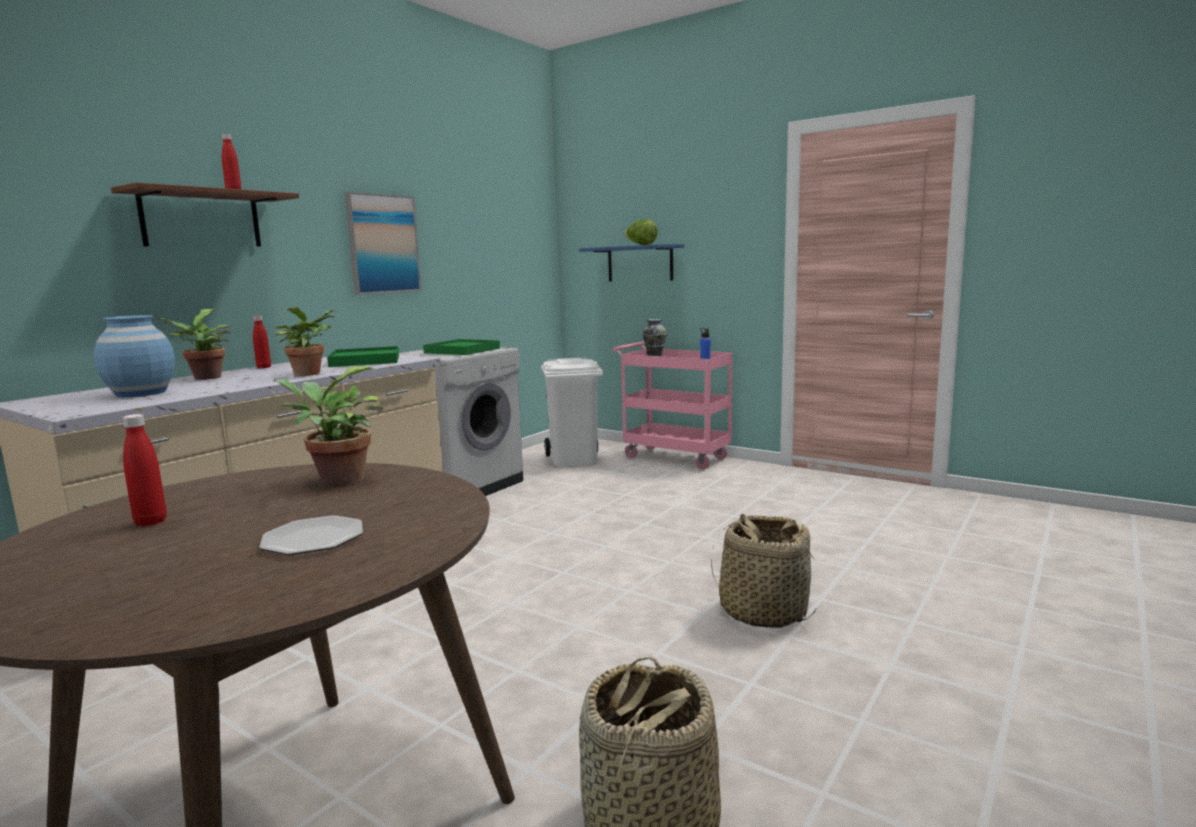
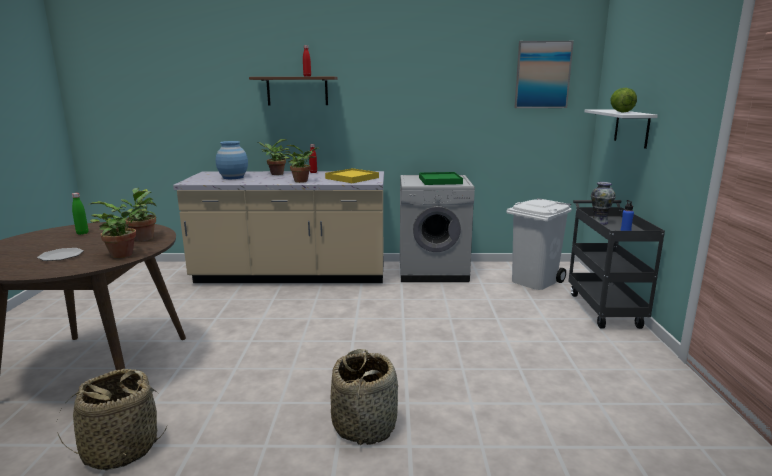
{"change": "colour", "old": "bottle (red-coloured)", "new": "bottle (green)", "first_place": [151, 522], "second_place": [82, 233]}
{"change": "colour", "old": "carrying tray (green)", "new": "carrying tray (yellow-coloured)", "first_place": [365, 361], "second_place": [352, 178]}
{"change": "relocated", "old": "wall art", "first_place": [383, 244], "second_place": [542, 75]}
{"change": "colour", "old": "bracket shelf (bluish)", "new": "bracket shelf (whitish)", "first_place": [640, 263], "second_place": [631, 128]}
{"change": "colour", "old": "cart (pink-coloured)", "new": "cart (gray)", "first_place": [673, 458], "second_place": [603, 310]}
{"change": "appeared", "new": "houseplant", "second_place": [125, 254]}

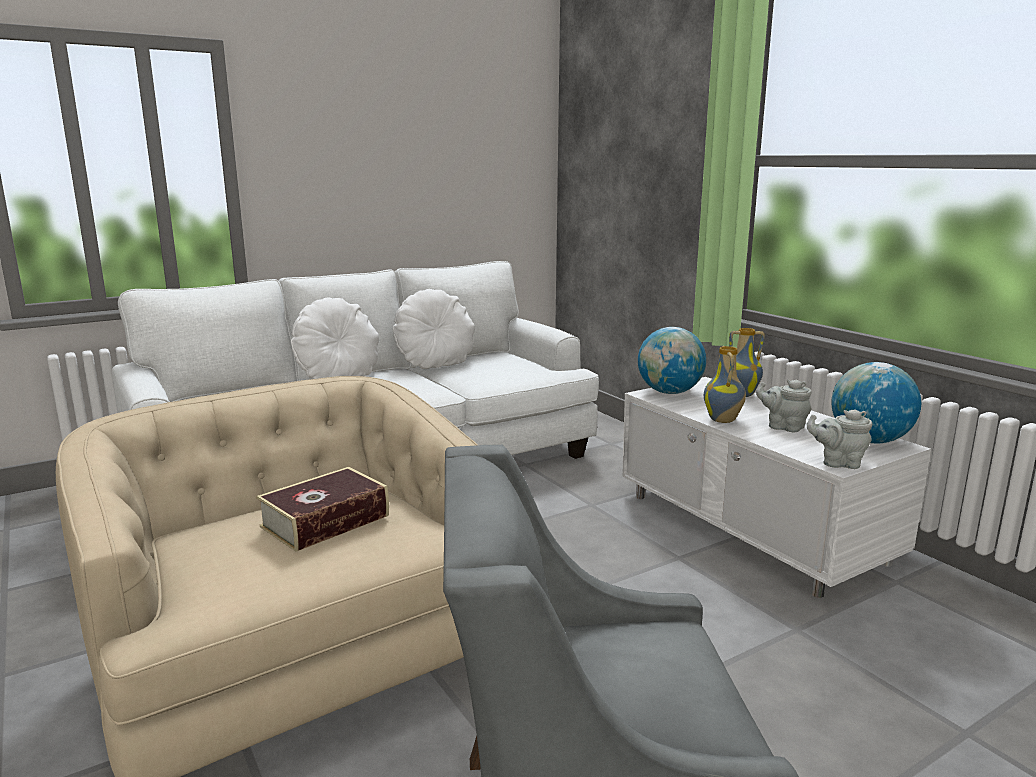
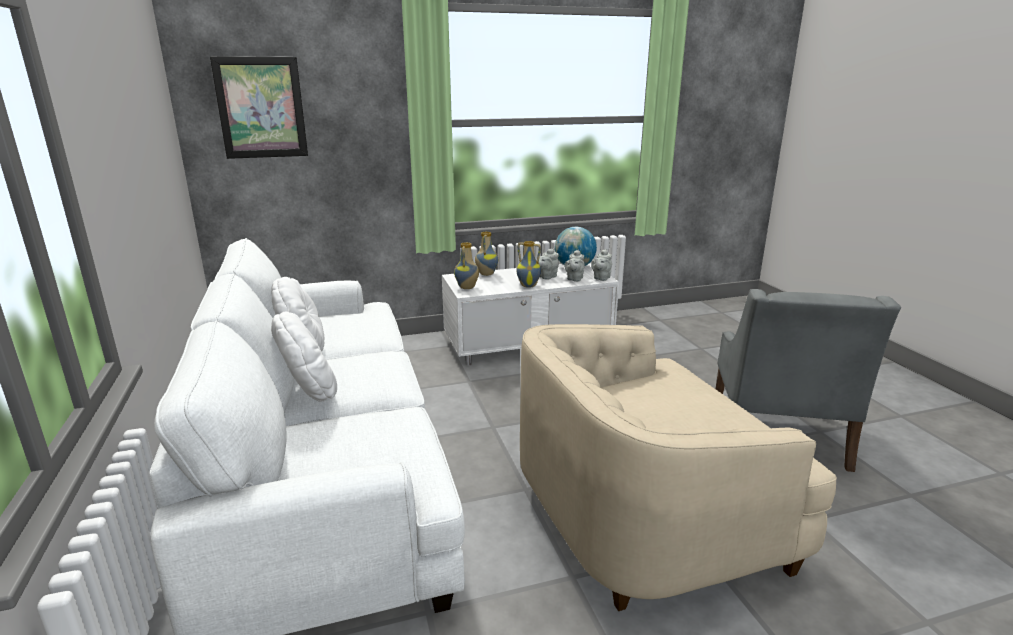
{"change": "missing", "old": "book", "first_place": [325, 521]}
{"change": "exchanged", "old": "globe", "new": "flower vase", "first_place": [669, 392], "second_place": [467, 287]}
{"change": "appeared", "new": "wall art", "second_place": [261, 108]}
{"change": "appeared", "new": "teapot (gray)", "second_place": [574, 279]}

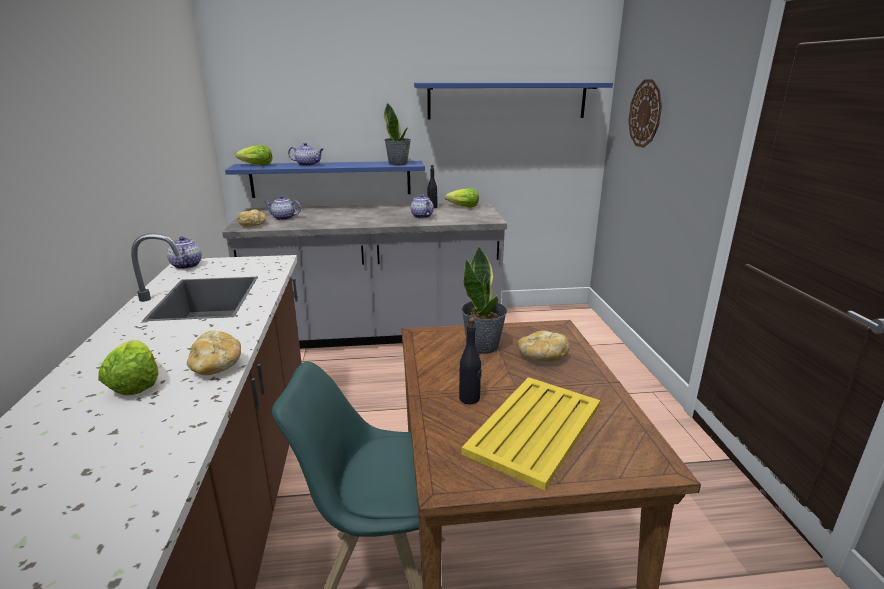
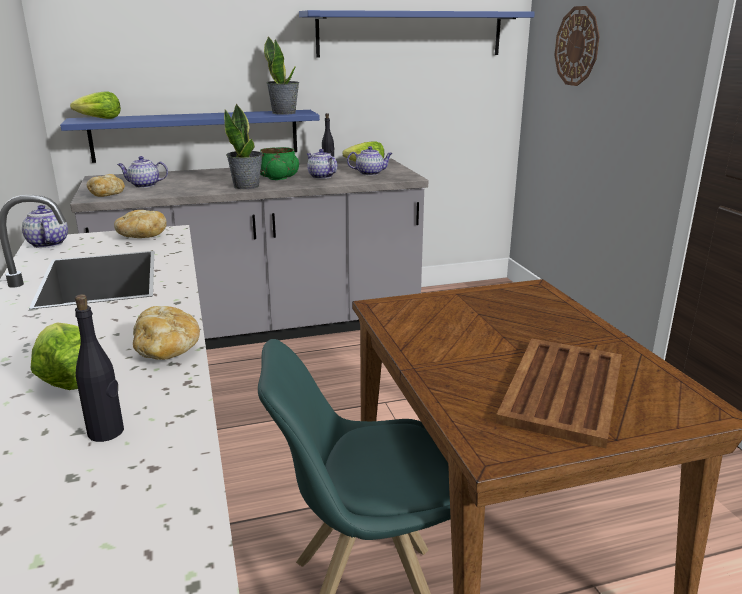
{"change": "relocated", "old": "teapot", "first_place": [308, 165], "second_place": [370, 173]}
{"change": "relocated", "old": "bottle (black-coloured)", "first_place": [469, 399], "second_place": [106, 432]}
{"change": "relocated", "old": "houseplant", "first_place": [483, 346], "second_place": [247, 186]}
{"change": "colour", "old": "carrying tray (yellow-coloured)", "new": "carrying tray (brown-coloured)", "first_place": [533, 429], "second_place": [562, 391]}
{"change": "relocated", "old": "bakery bread", "first_place": [541, 357], "second_place": [141, 236]}
{"change": "appeared", "new": "bowl (green)", "second_place": [278, 178]}

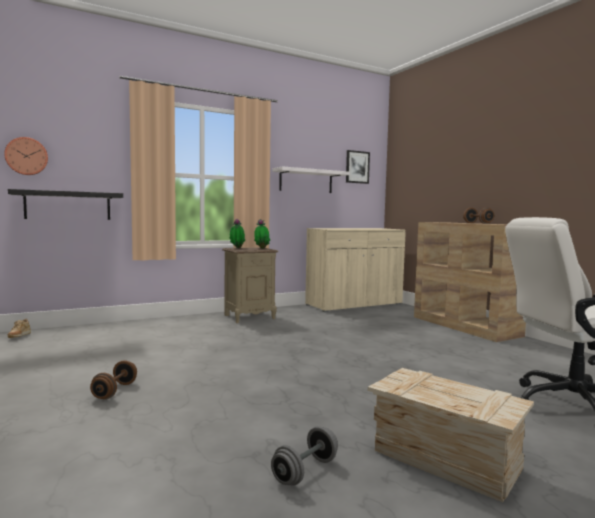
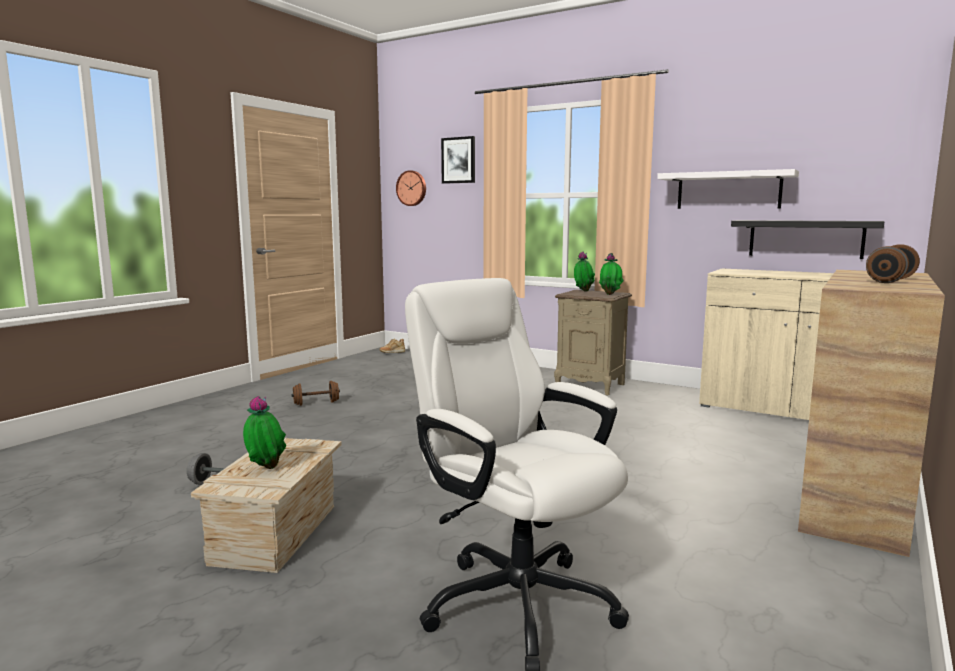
{"change": "relocated", "old": "bracket shelf (black-coloured)", "first_place": [68, 205], "second_place": [805, 239]}
{"change": "relocated", "old": "wall art", "first_place": [357, 167], "second_place": [458, 160]}
{"change": "appeared", "new": "houseplant", "second_place": [265, 469]}

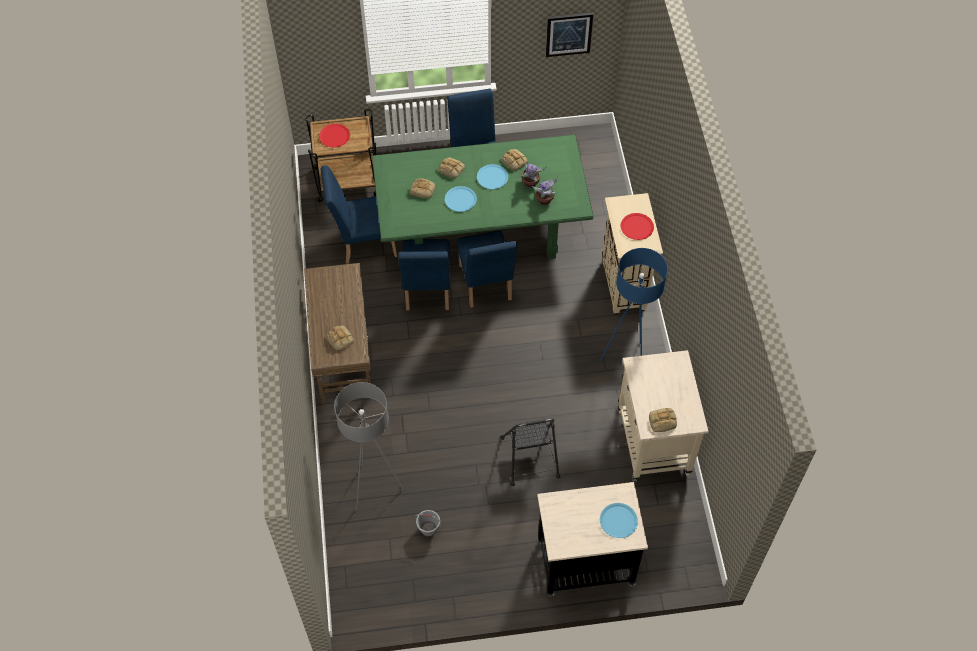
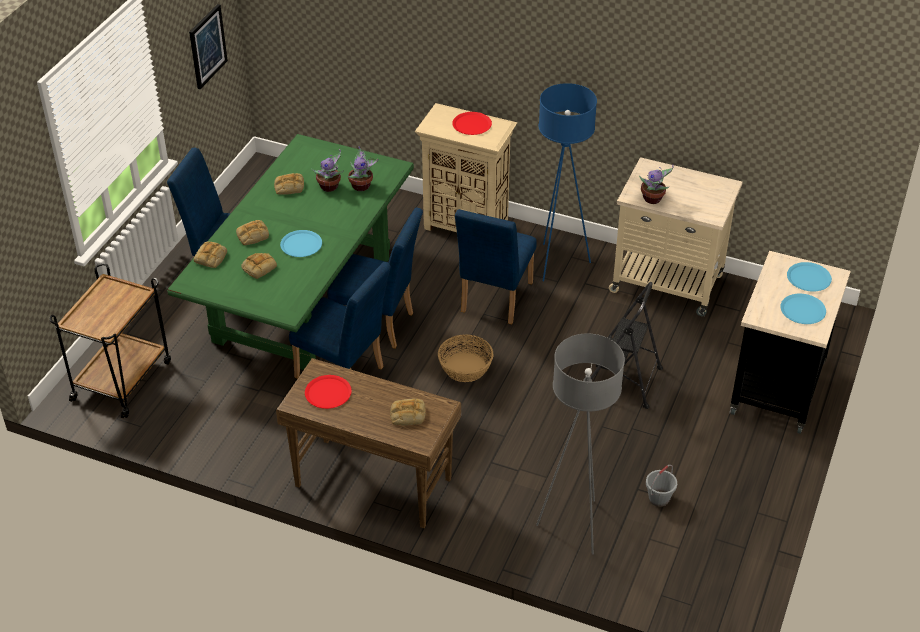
{"change": "relocated", "old": "plate (red-coloured)", "first_place": [334, 136], "second_place": [328, 392]}
{"change": "relocated", "old": "upright chair (bluish)", "first_place": [363, 243], "second_place": [494, 301]}
{"change": "relocated", "old": "plate (bluish)", "first_place": [492, 177], "second_place": [803, 310]}
{"change": "relocated", "old": "bakery bread", "first_place": [662, 422], "second_place": [211, 258]}
{"change": "appeared", "new": "storage basket", "second_place": [465, 368]}
{"change": "appeared", "new": "houseplant", "second_place": [653, 199]}

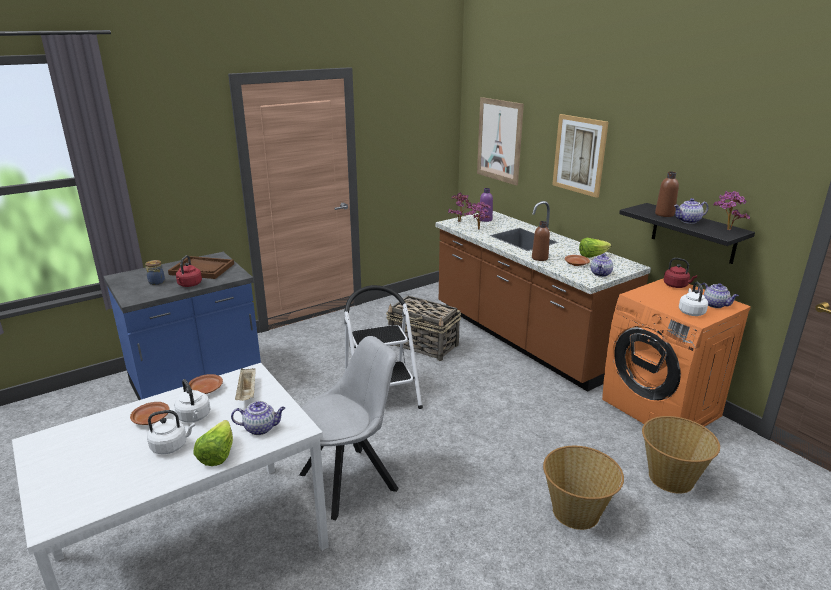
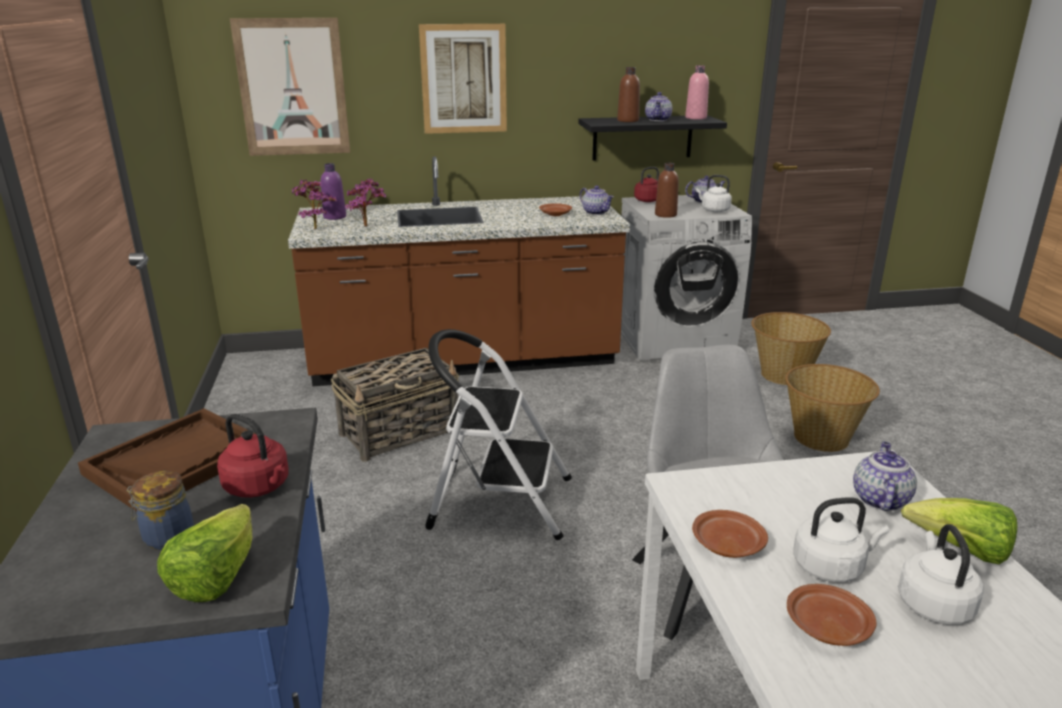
{"change": "missing", "old": "carrying tray (beige-coloured)", "first_place": [247, 392]}
{"change": "relocated", "old": "bottle (brown-coloured)", "first_place": [539, 258], "second_place": [665, 215]}
{"change": "relocated", "old": "lettuce", "first_place": [592, 256], "second_place": [216, 577]}
{"change": "colour", "old": "washing machine (orangey)", "new": "washing machine (whitish)", "first_place": [660, 410], "second_place": [674, 342]}
{"change": "exchanged", "old": "houseplant", "new": "bottle (pink-coloured)", "first_place": [726, 230], "second_place": [696, 118]}

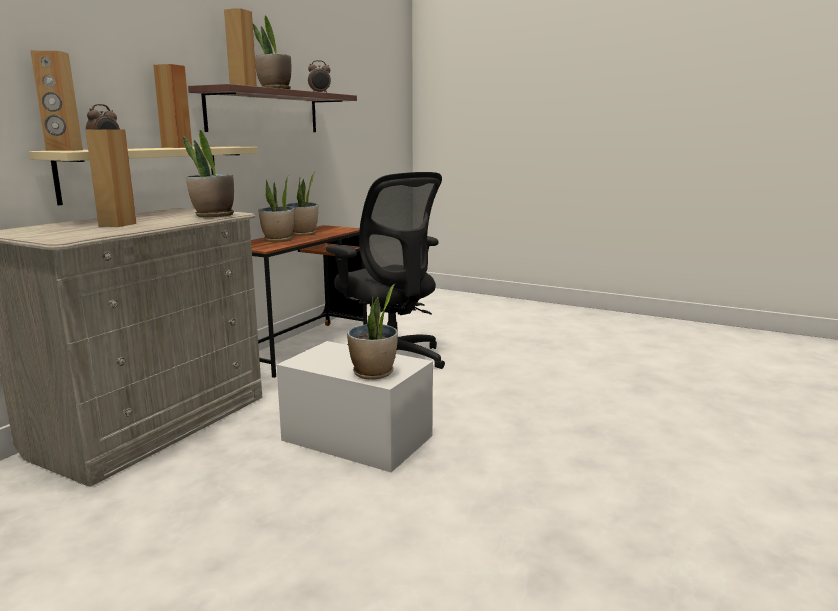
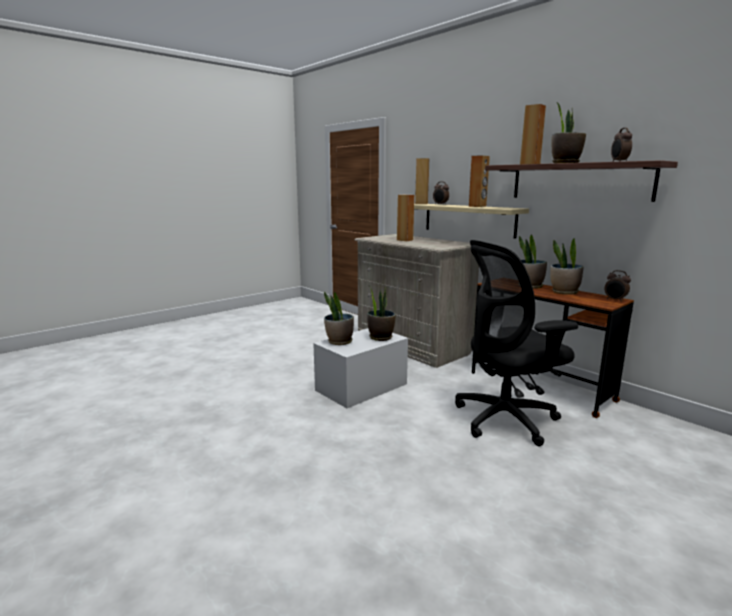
{"change": "relocated", "old": "houseplant", "first_place": [213, 216], "second_place": [380, 337]}
{"change": "appeared", "new": "bedside clock", "second_place": [615, 300]}

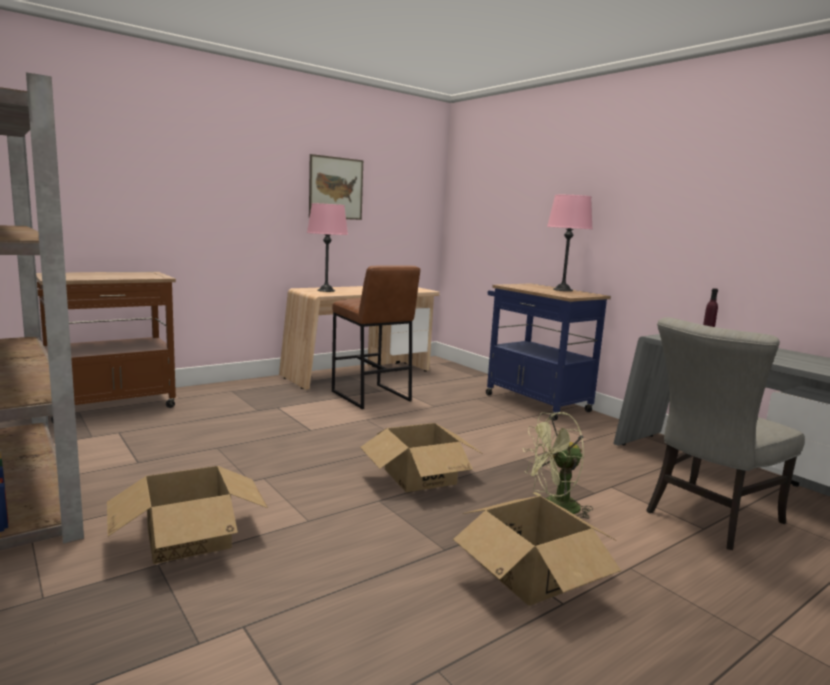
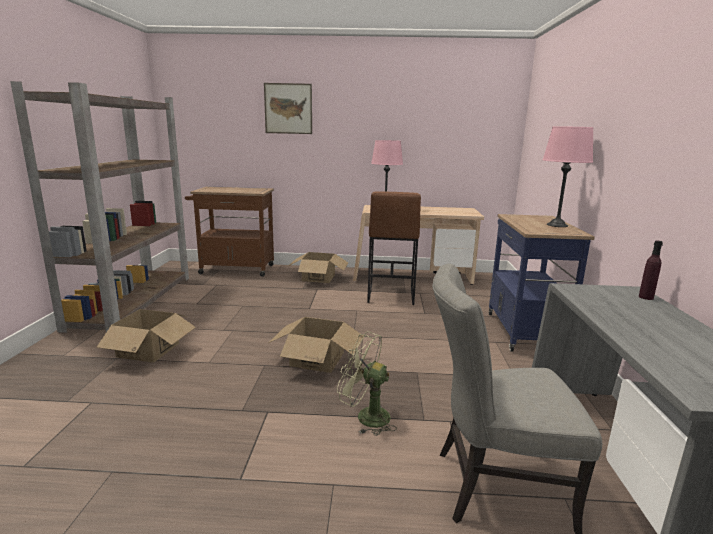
{"change": "relocated", "old": "wall art", "first_place": [336, 188], "second_place": [288, 108]}
{"change": "relocated", "old": "packing box", "first_place": [531, 574], "second_place": [318, 277]}

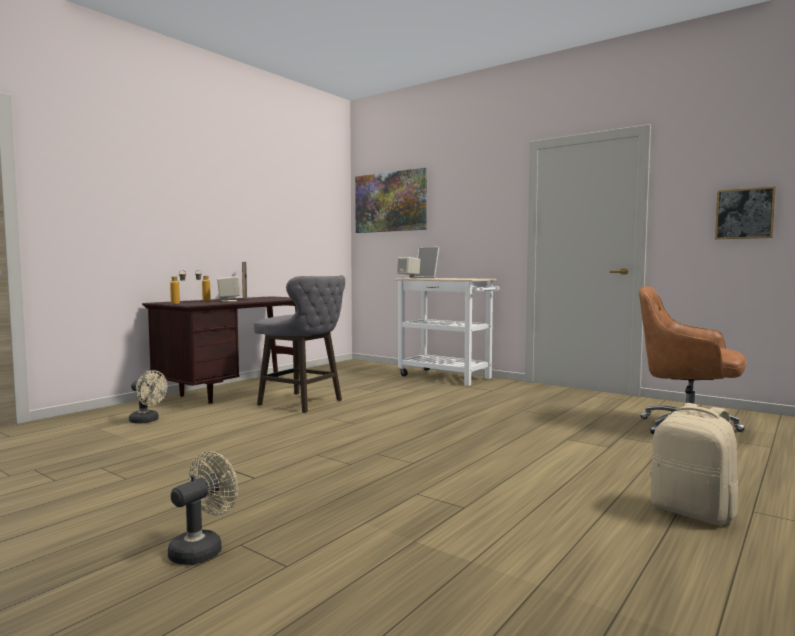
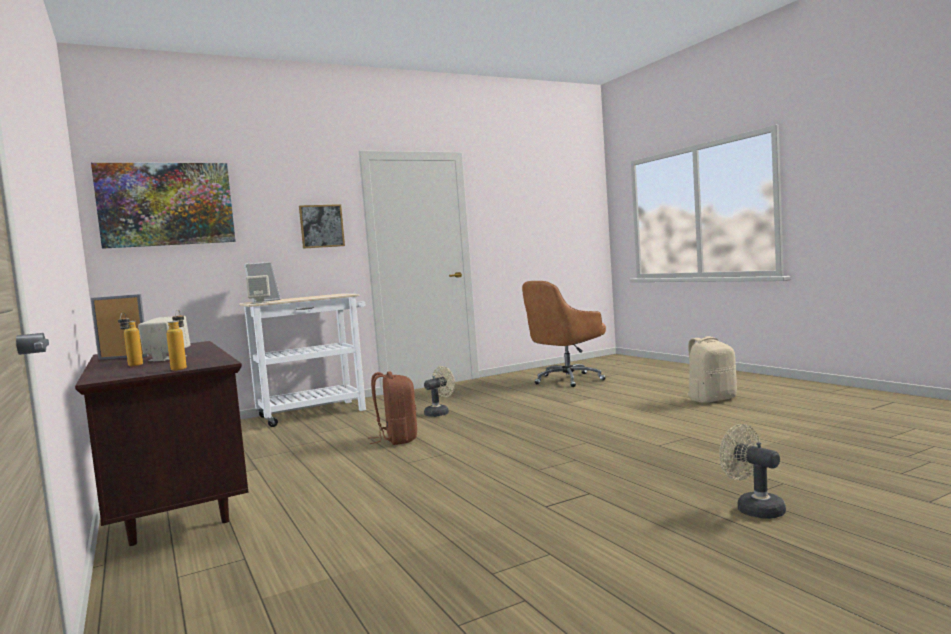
{"change": "relocated", "old": "fan (beige-coloured)", "first_place": [147, 421], "second_place": [440, 413]}
{"change": "missing", "old": "stool (gray)", "first_place": [303, 403]}
{"change": "relocated", "old": "wall art", "first_place": [744, 213], "second_place": [321, 226]}
{"change": "appeared", "new": "knapsack (brown-coloured)", "second_place": [396, 439]}

